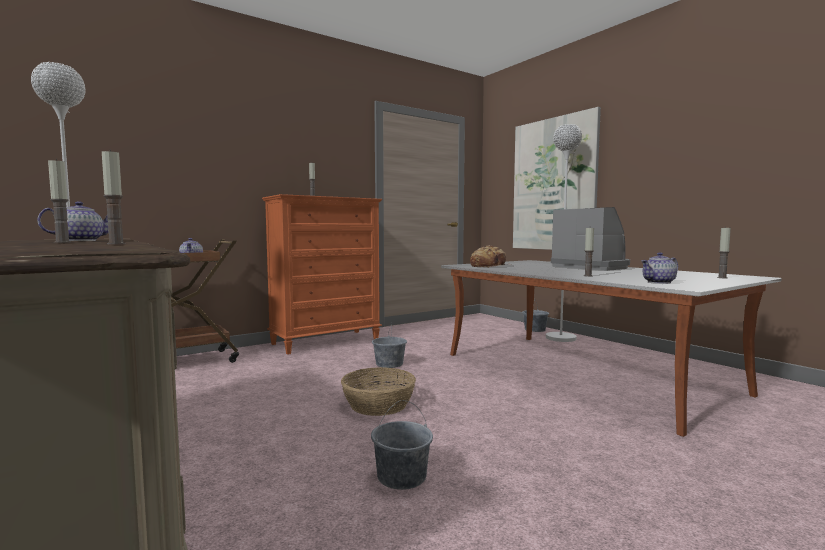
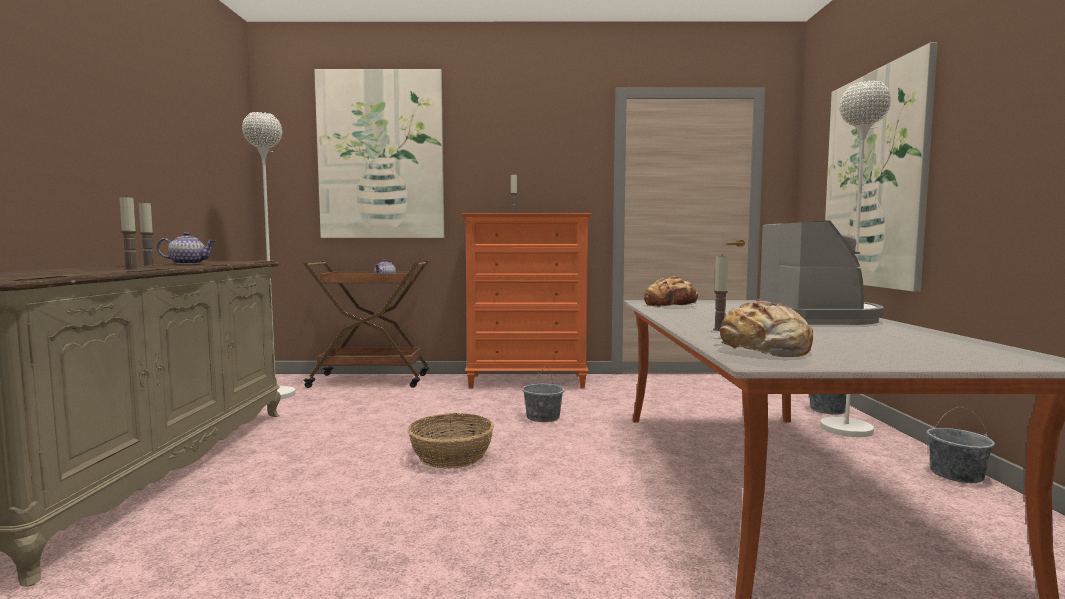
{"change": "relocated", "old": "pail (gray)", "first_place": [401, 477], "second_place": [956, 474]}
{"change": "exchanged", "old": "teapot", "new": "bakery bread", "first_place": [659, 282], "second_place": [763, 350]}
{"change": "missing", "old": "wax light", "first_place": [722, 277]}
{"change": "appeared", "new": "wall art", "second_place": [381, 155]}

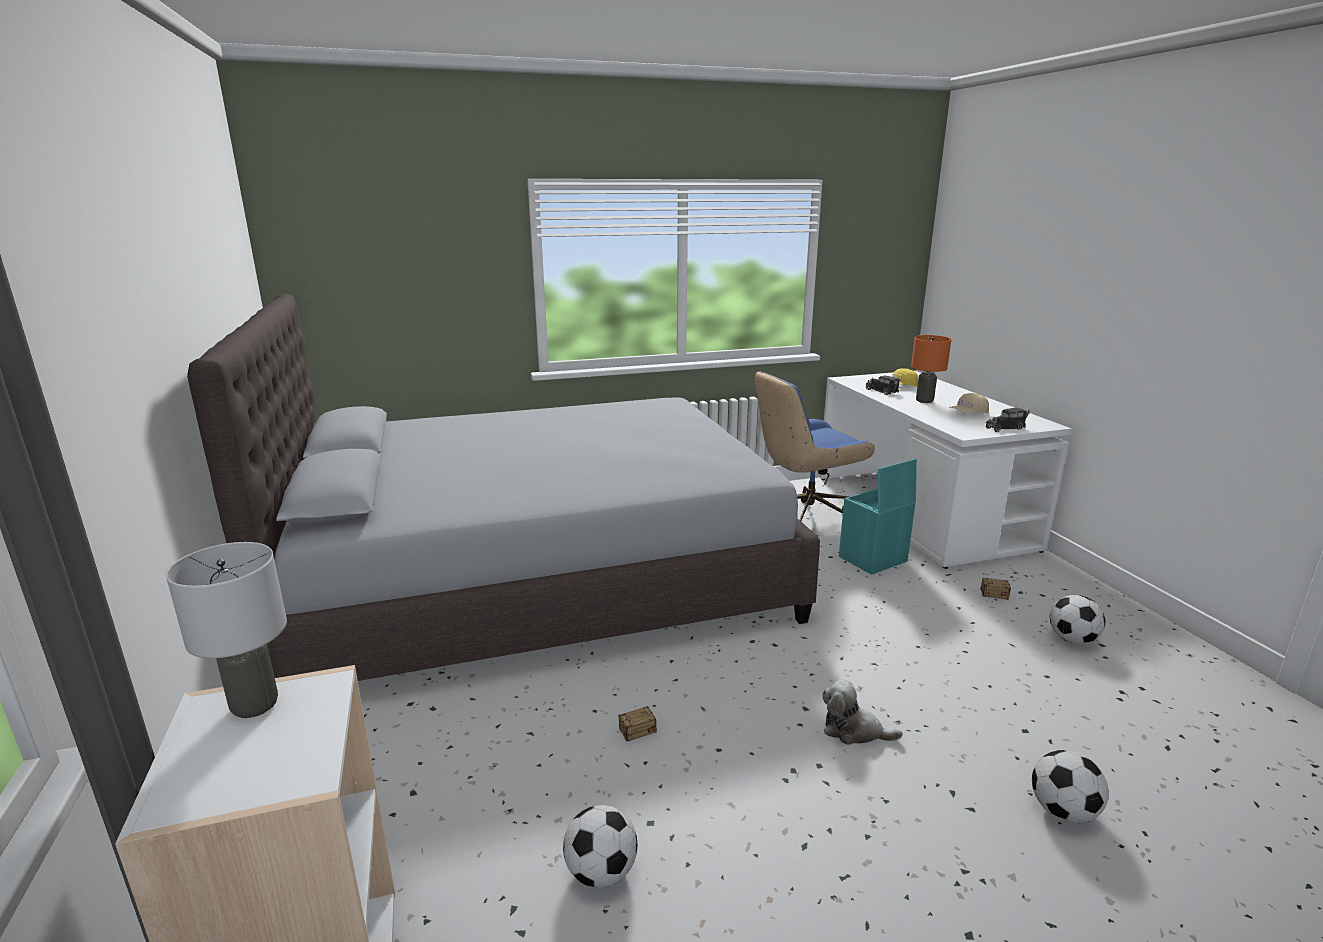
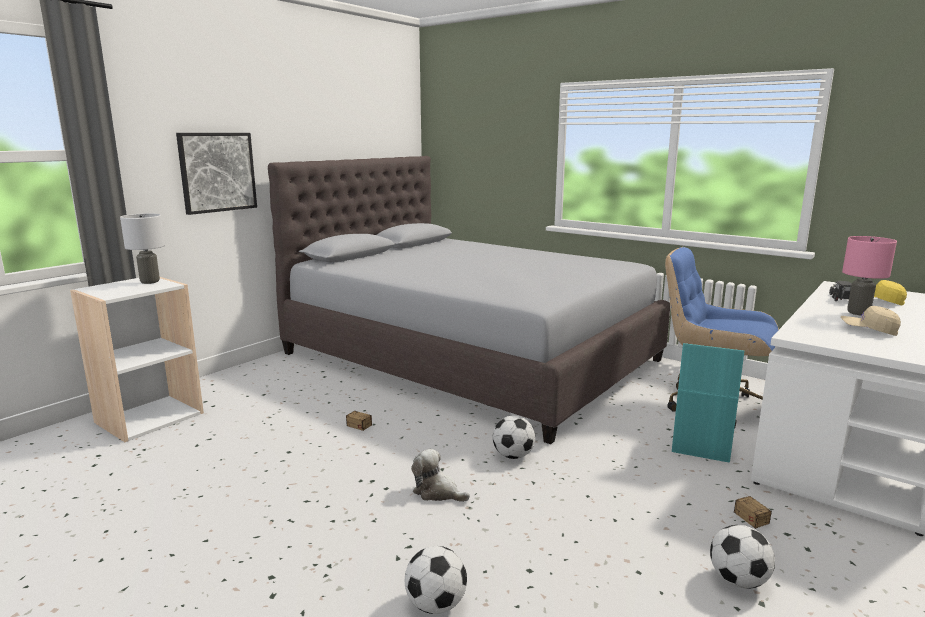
{"change": "relocated", "old": "ball for football", "first_place": [601, 872], "second_place": [513, 456]}
{"change": "spun", "old": "plush toy", "first_place": [854, 730], "second_place": [437, 492], "degrees": -45}
{"change": "colour", "old": "table lamp (orangey)", "new": "table lamp (pink-coloured)", "first_place": [925, 401], "second_place": [859, 313]}
{"change": "missing", "old": "model truck", "first_place": [1006, 428]}
{"change": "appeared", "new": "wall art", "second_place": [217, 172]}

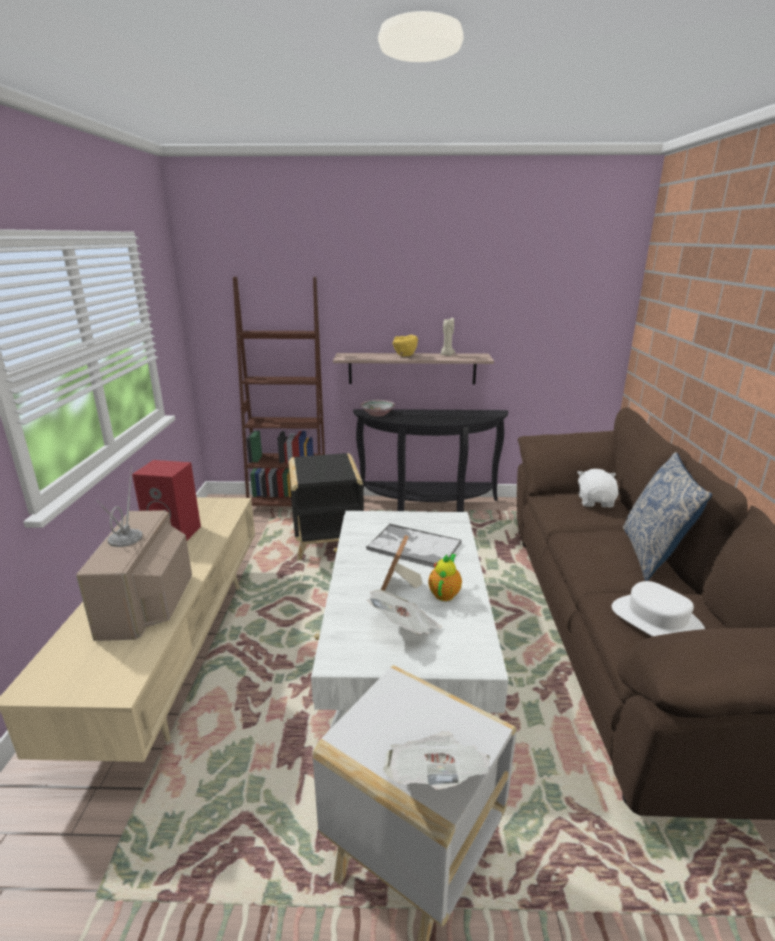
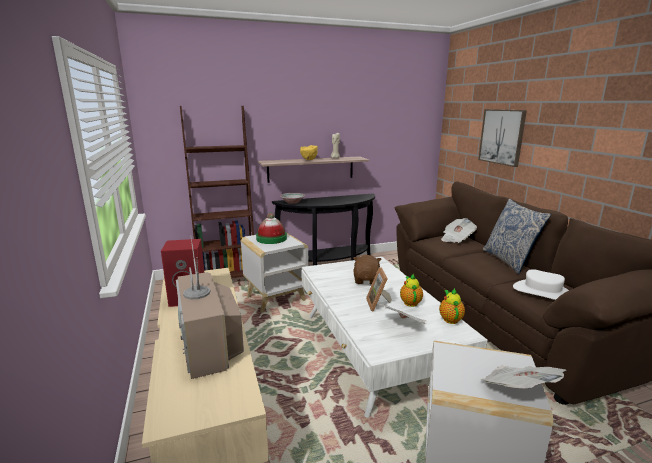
{"change": "colour", "old": "side table (black-coloured)", "new": "side table (whitish)", "first_place": [329, 544], "second_place": [276, 298]}
{"change": "exchanged", "old": "carrying tray", "new": "plush toy (brown-coloured)", "first_place": [413, 546], "second_place": [366, 280]}
{"change": "exchanged", "old": "plush toy (whitish)", "new": "newspaper", "first_place": [595, 502], "second_place": [456, 239]}
{"change": "appeared", "new": "hat", "second_place": [271, 238]}
{"change": "appeared", "new": "teapot", "second_place": [450, 319]}
{"change": "appeared", "new": "wall art", "second_place": [502, 136]}

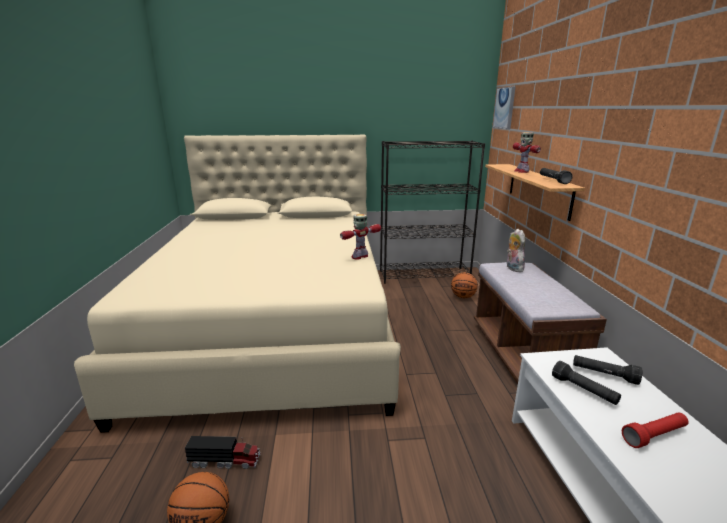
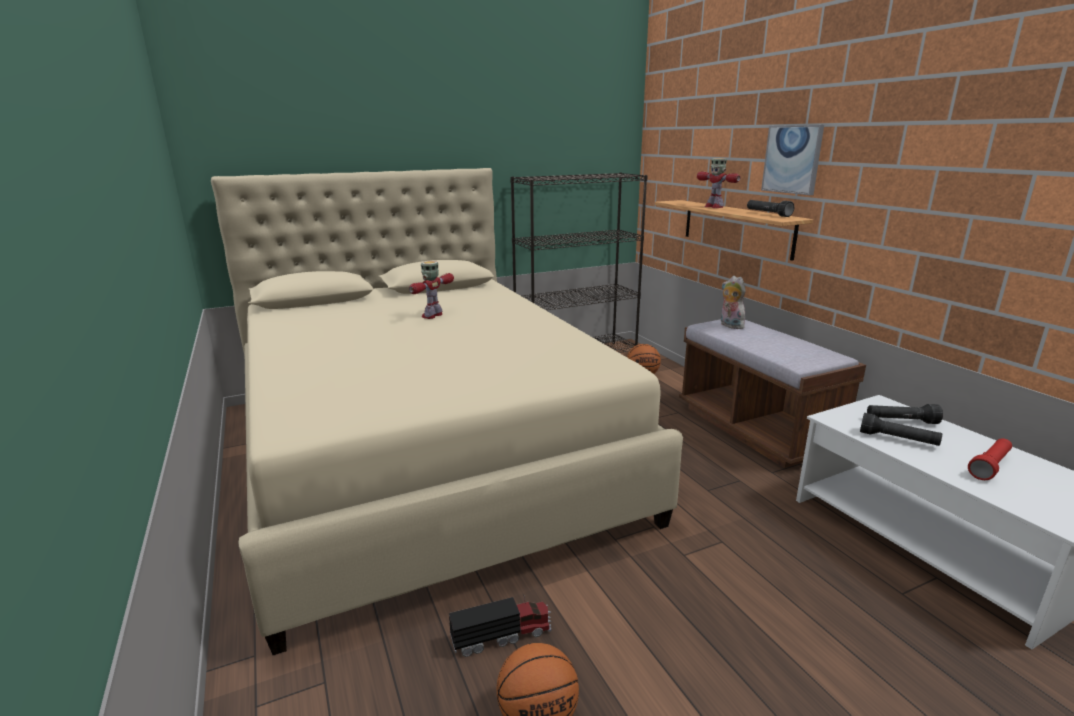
{"change": "relocated", "old": "model robot", "first_place": [360, 257], "second_place": [433, 315]}
{"change": "relocated", "old": "wall art", "first_place": [504, 108], "second_place": [792, 159]}

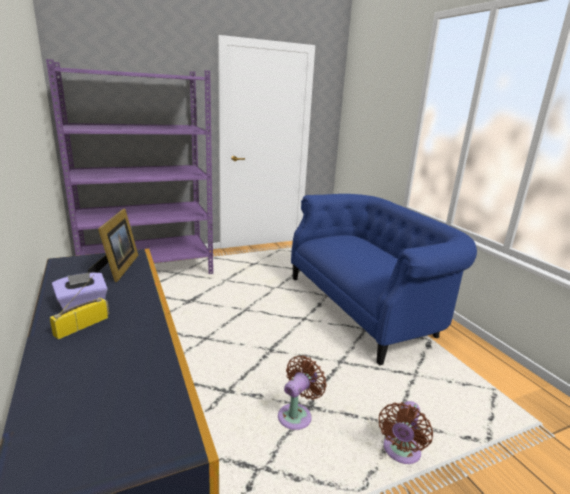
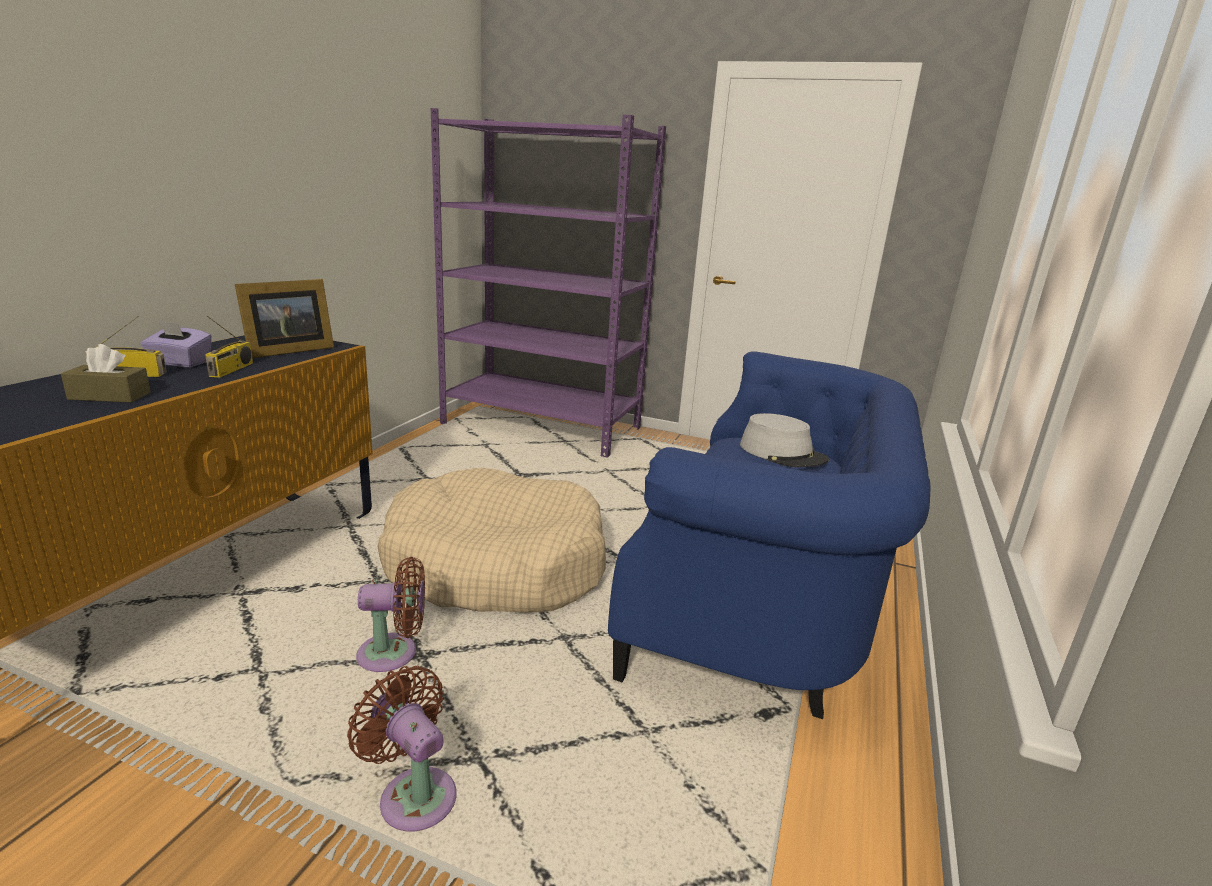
{"change": "spun", "old": "fan (brown-coloured)", "first_place": [400, 452], "second_place": [414, 794], "degrees": 60}
{"change": "appeared", "new": "tissue holder (brown-coloured)", "second_place": [109, 396]}
{"change": "appeared", "new": "radio set", "second_place": [231, 370]}
{"change": "appeared", "new": "pet bed (beige-coloured)", "second_place": [495, 564]}
{"change": "appeared", "new": "hat (gray)", "second_place": [783, 453]}

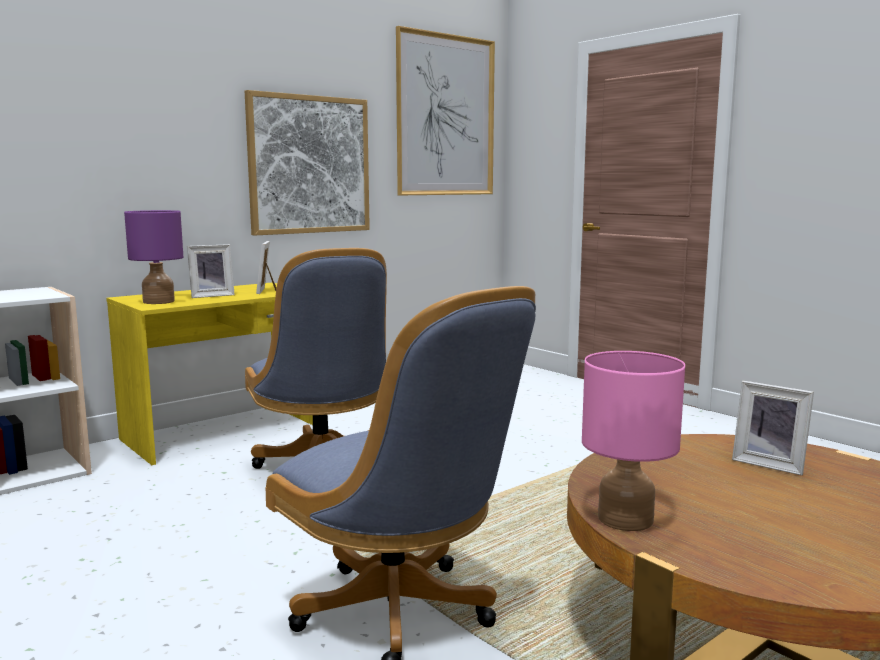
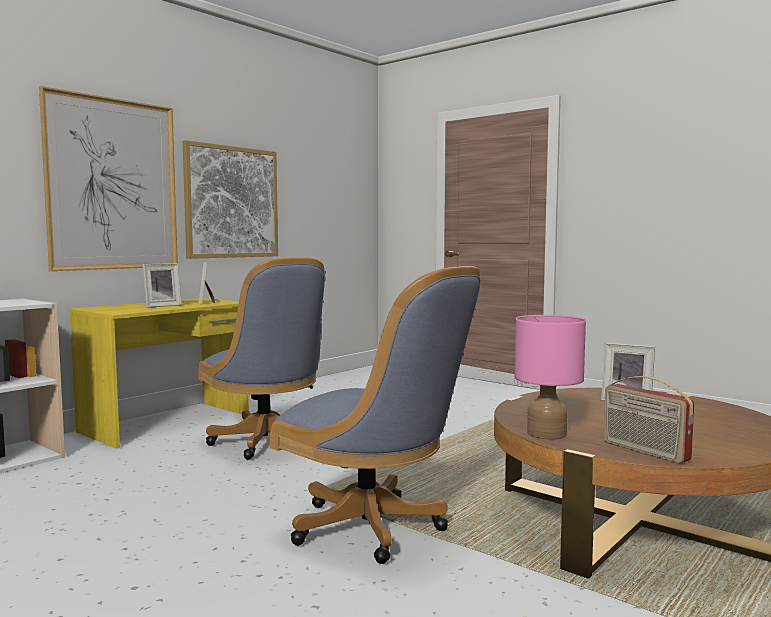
{"change": "missing", "old": "table lamp (purplish)", "first_place": [159, 302]}
{"change": "relocated", "old": "wall art", "first_place": [446, 116], "second_place": [113, 184]}
{"change": "appeared", "new": "radio set", "second_place": [644, 451]}

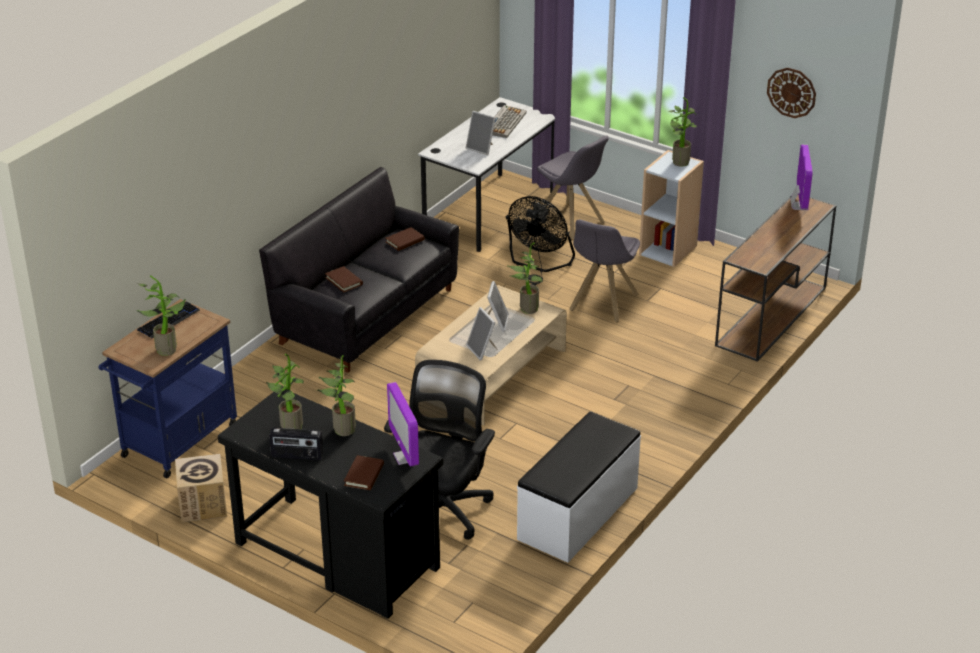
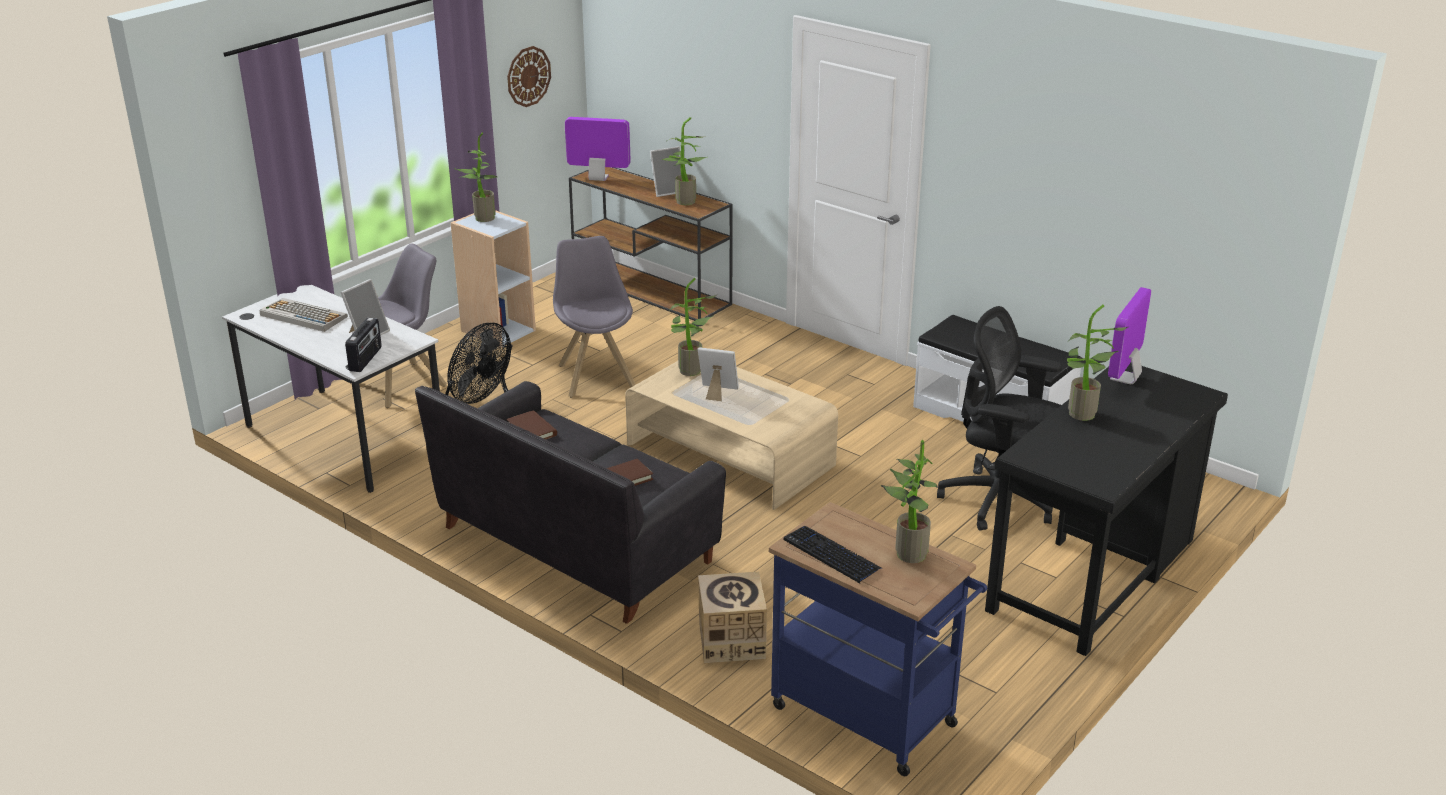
{"change": "relocated", "old": "packing box", "first_place": [203, 504], "second_place": [731, 641]}
{"change": "relocated", "old": "houseplant", "first_place": [288, 427], "second_place": [684, 202]}
{"change": "relocated", "old": "radio set", "first_place": [297, 456], "second_place": [366, 359]}
{"change": "missing", "old": "book (brown-coloured)", "first_place": [364, 475]}
{"change": "spun", "old": "computer screen", "first_place": [406, 457], "second_place": [1125, 378], "degrees": 135}
{"change": "relocated", "old": "picture frame", "first_place": [482, 350], "second_place": [667, 191]}
{"change": "spun", "old": "upright chair (gray)", "first_place": [603, 302], "second_place": [596, 376], "degrees": -135}

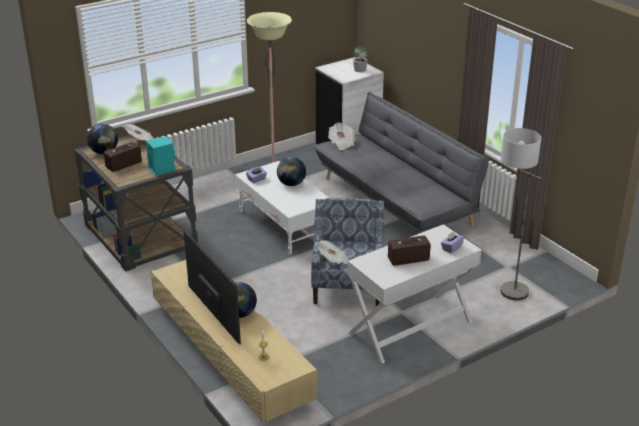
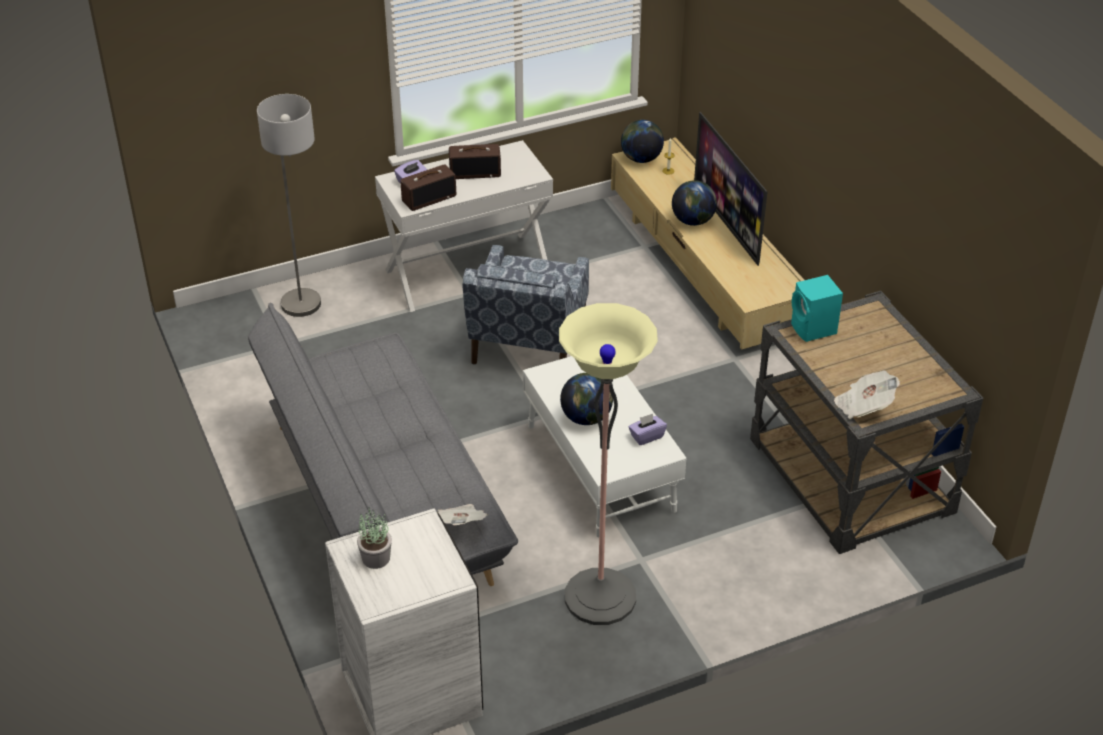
{"change": "relocated", "old": "globe", "first_place": [104, 152], "second_place": [641, 159]}
{"change": "relocated", "old": "radio set", "first_place": [123, 165], "second_place": [429, 198]}
{"change": "missing", "old": "newspaper", "first_place": [333, 261]}

